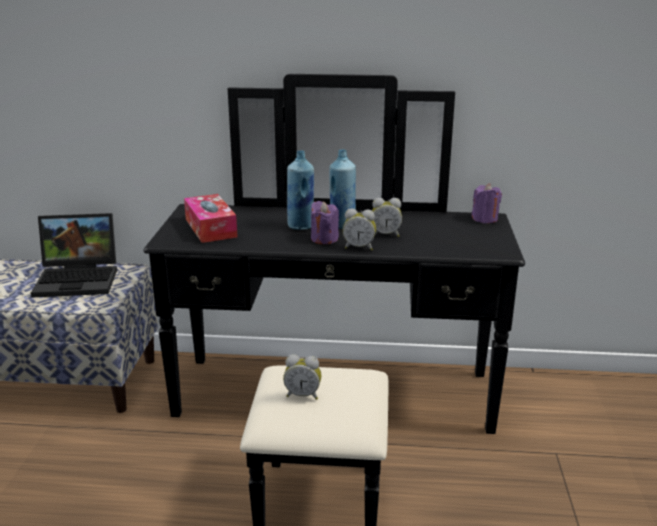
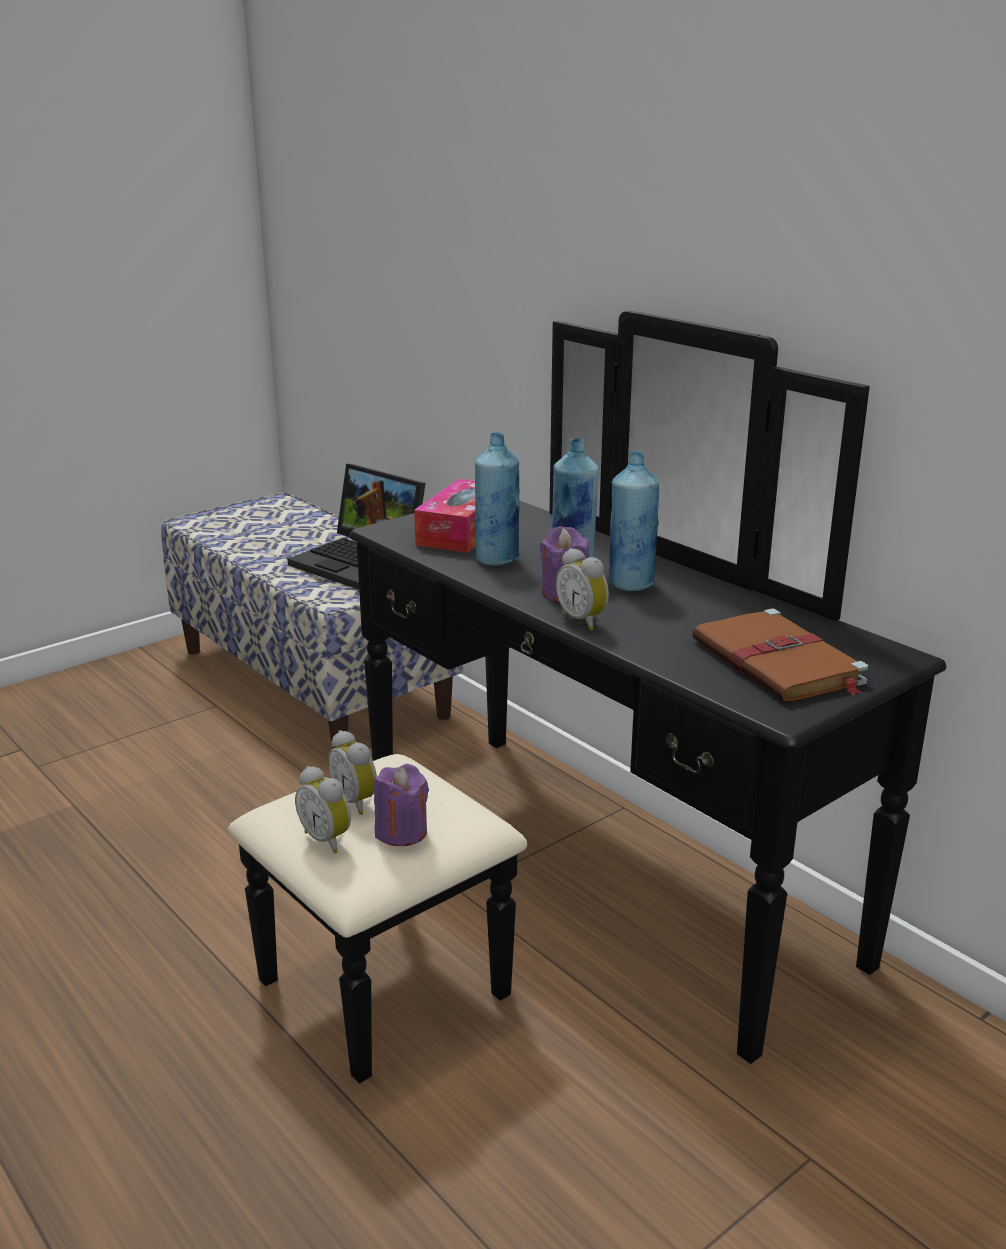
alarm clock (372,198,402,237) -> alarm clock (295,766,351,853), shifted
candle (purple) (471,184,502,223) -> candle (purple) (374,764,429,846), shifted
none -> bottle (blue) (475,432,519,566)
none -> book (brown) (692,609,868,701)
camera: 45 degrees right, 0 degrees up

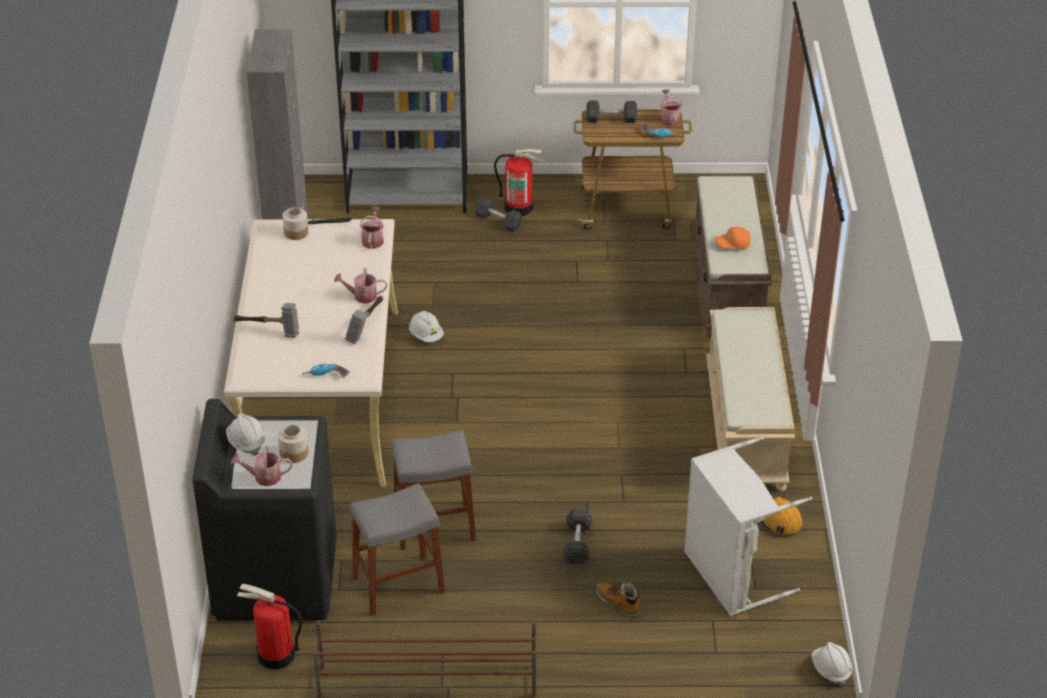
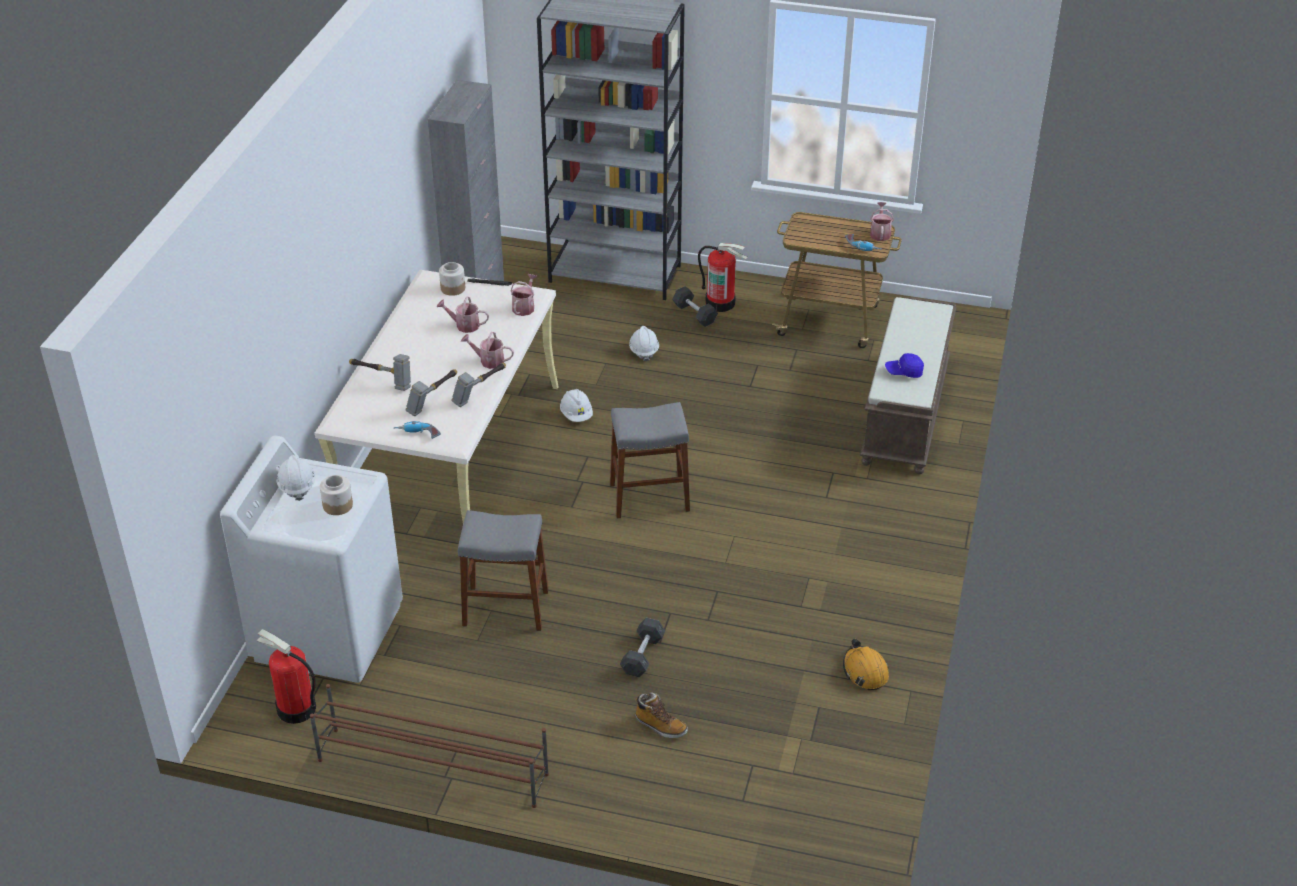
washing machine (black) (192,399,337,621) -> washing machine (white) (220,435,403,683)
watering can (231,446,292,486) -> watering can (437,296,489,333), shifted
stool (grey) (350,483,445,615) -> stool (grey) (610,402,690,518), shifted
dumbbell (grey) (586,100,637,123) -> none
boot (596,582,640,617) -> boot (635,692,688,738), 150 degrees clockwise
laundry basket (grey) (684,437,812,616) -> none
bench (beige) (706,307,795,492) -> none
cap (orange) (715,227,751,249) -> cap (blue) (885,353,924,378)
hard hat (white) (811,642,852,686) -> hard hat (white) (629,326,659,362), shifted
none -> hammer (406,369,457,416)
camera: 15 degrees right, 0 degrees up

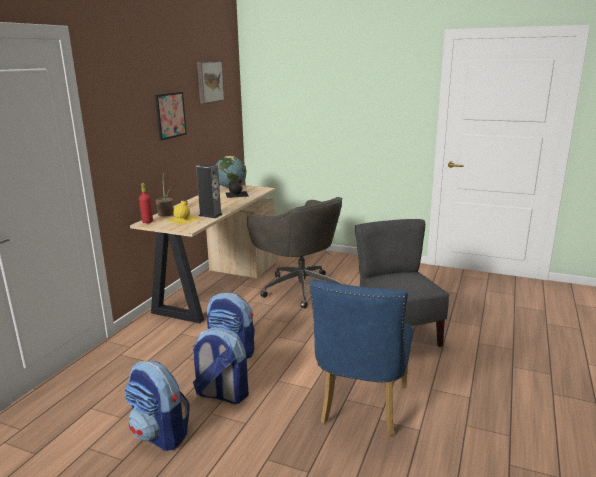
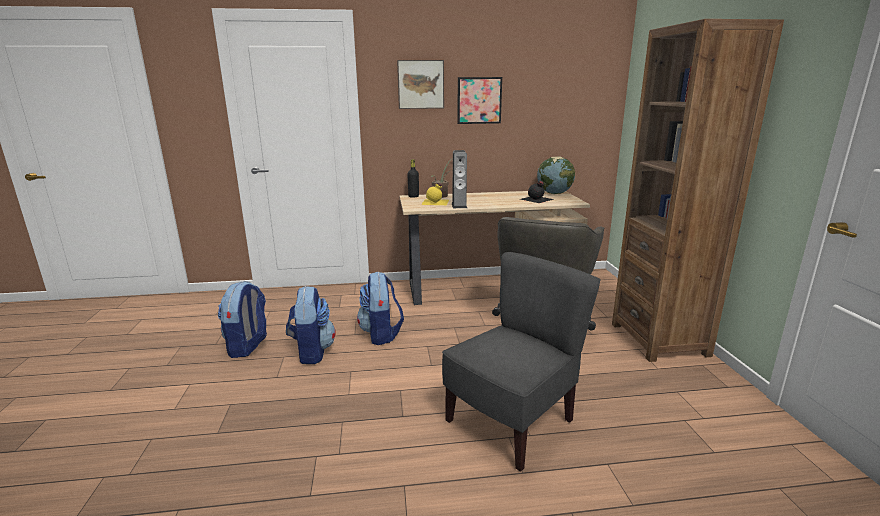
bottle (red) (139,183,153,223) -> bottle (black) (407,159,419,198)
picture (197,61,224,104) -> picture (397,60,444,109), shifted
chair (blue) (310,279,413,436) -> none
none -> bookcase (brown) (612,19,784,362)
camera: 60 degrees right, 0 degrees up

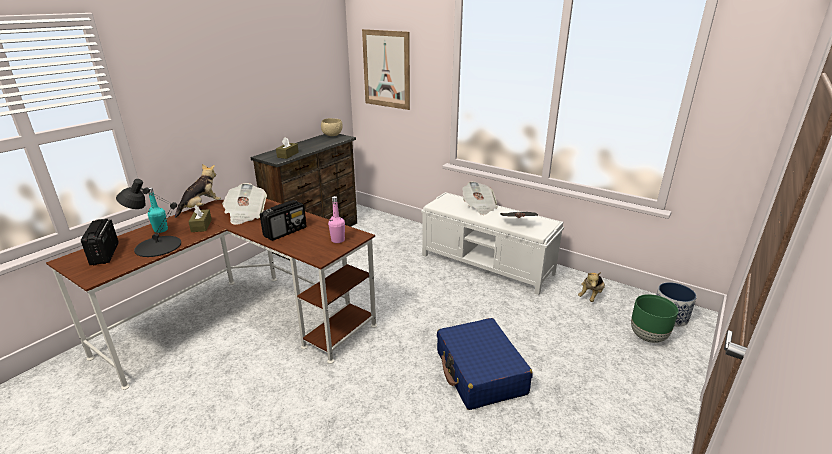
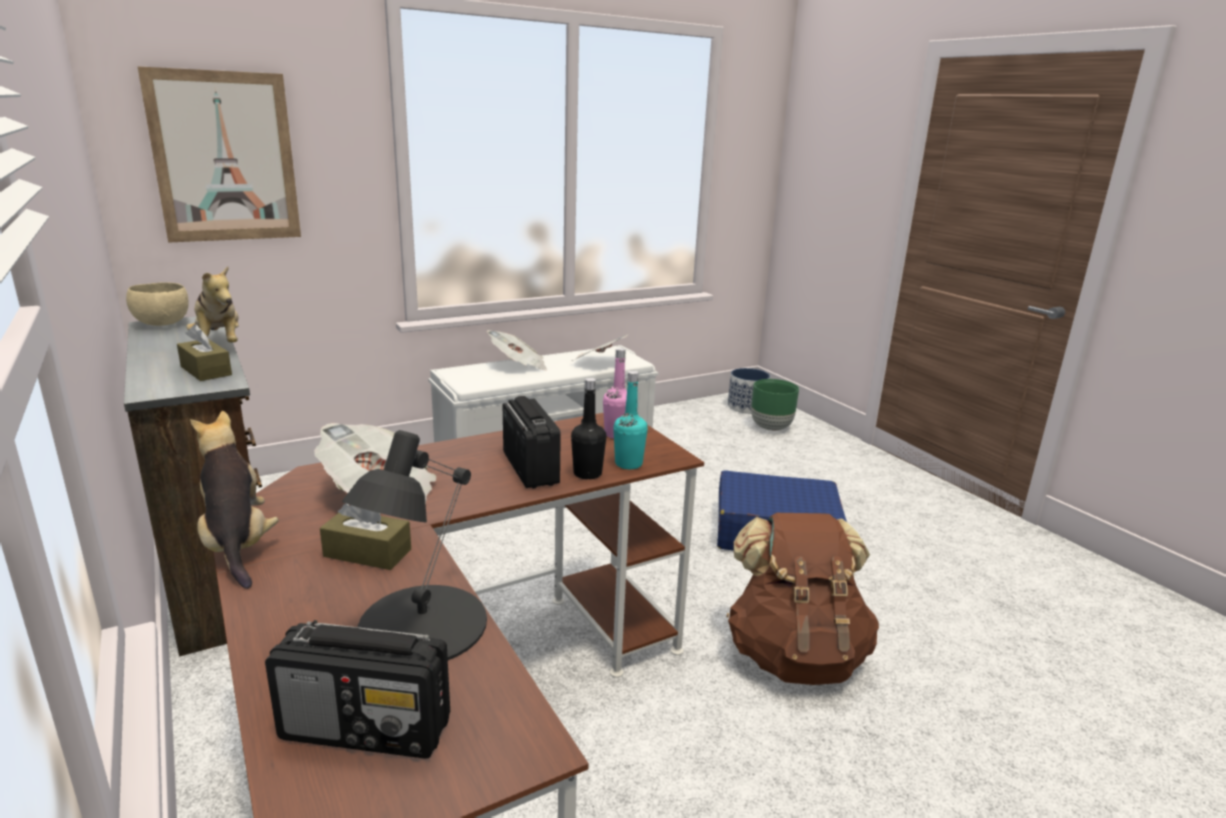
bottle (turquoise) (148,188,168,233) -> bottle (turquoise) (613,371,648,469), shifted
plush toy (578,272,605,302) -> plush toy (186,266,239,342), shifted
none -> bottle (black) (571,378,606,479)
none -> backpack (brown) (726,513,879,685)
camera: 65 degrees left, 5 degrees down

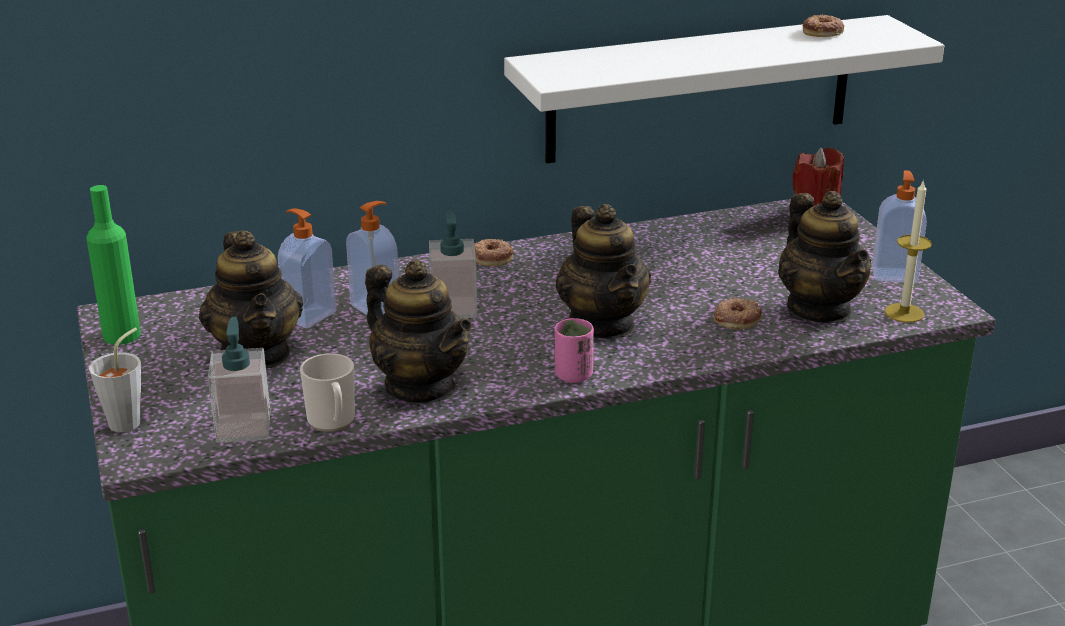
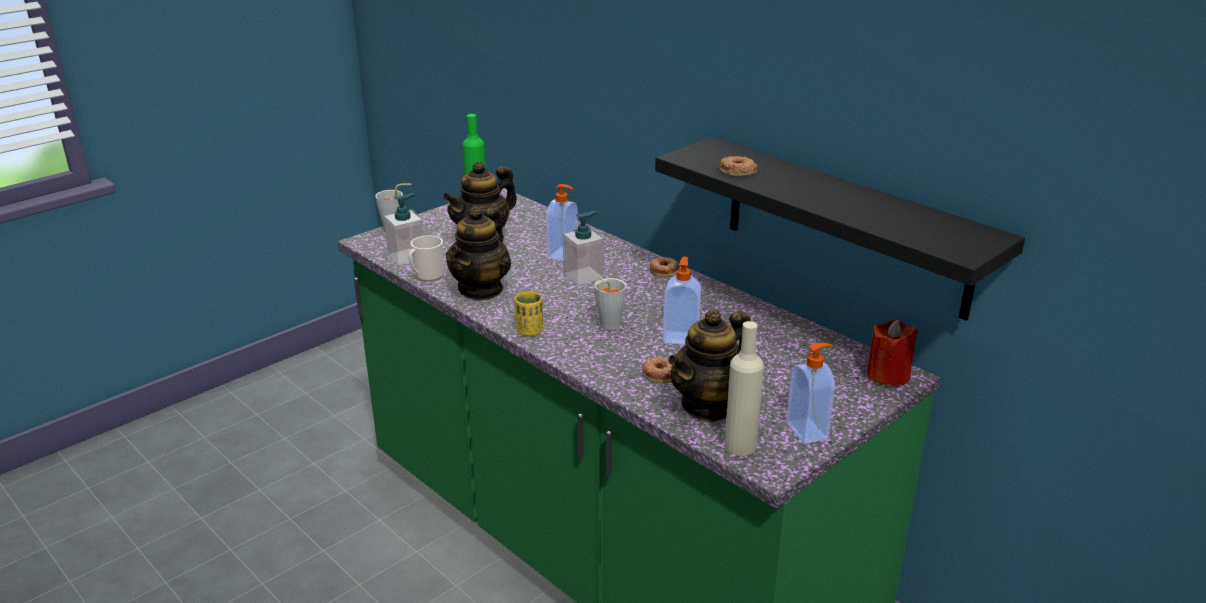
soap dispenser (278,208,336,328) -> soap dispenser (663,256,701,345), shifted
shelf (white) (504,15,944,163) -> shelf (black) (655,137,1025,321)
cup (pink) (554,318,594,383) -> cup (yellow) (515,292,543,337)
teapot (556,204,651,339) -> cup (grey) (594,278,626,330)
donut (803,15,844,37) -> donut (719,156,757,176), shifted
candle (885,179,932,323) -> bottle (beige) (725,321,764,456)
camera: 65 degrees right, 0 degrees up

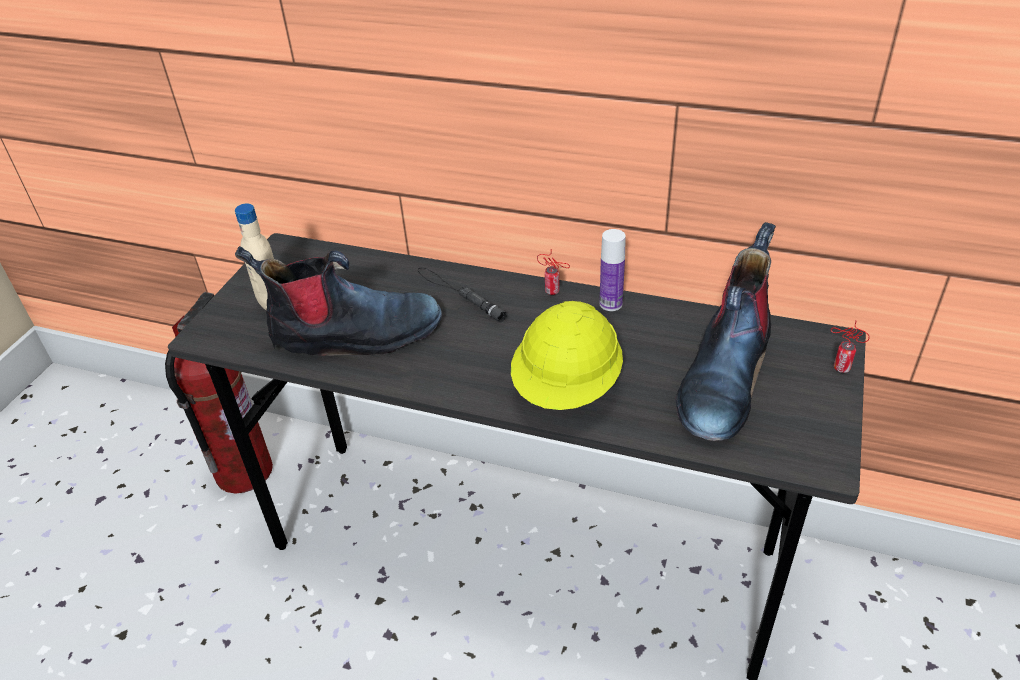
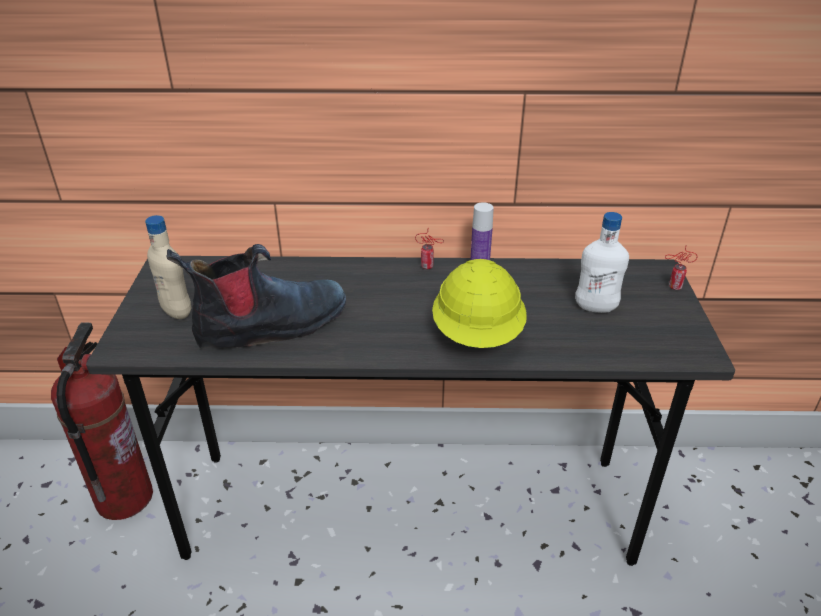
flashlight (black) (418,268,507,322) -> none
boot (675,222,776,441) -> bottle (white) (575,212,629,313)
camera: 20 degrees left, 5 degrees down

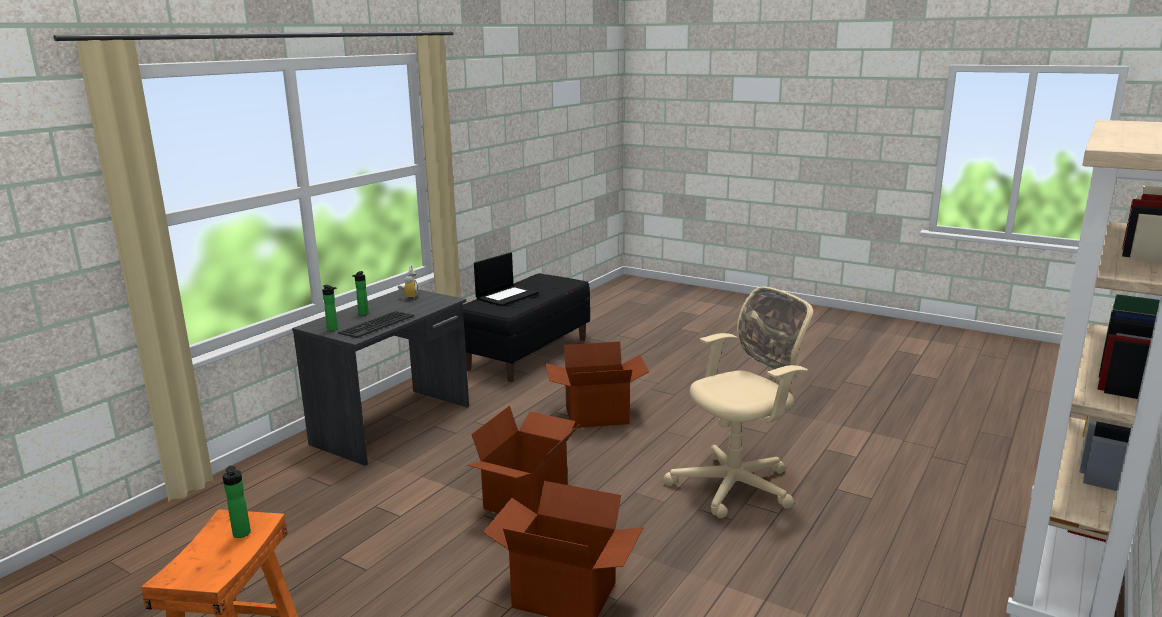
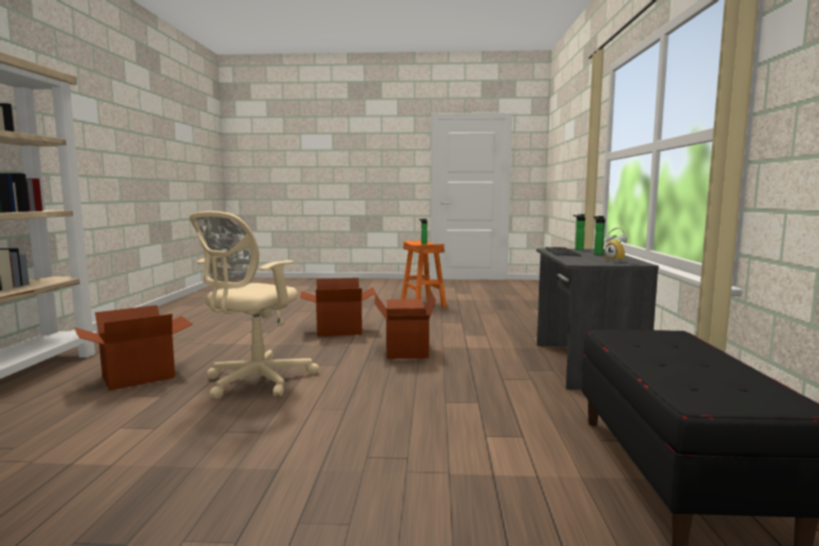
laptop (474,252,539,306) -> none
cardboard box (545,342,649,428) -> cardboard box (74,305,193,391), shifted
camera: 150 degrees right, 10 degrees down

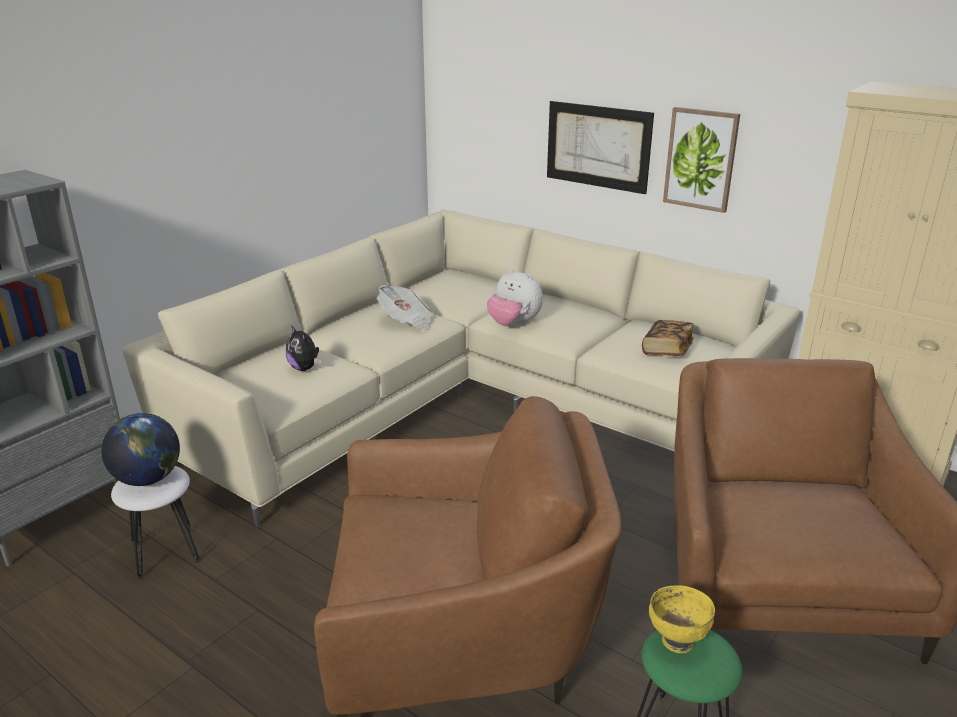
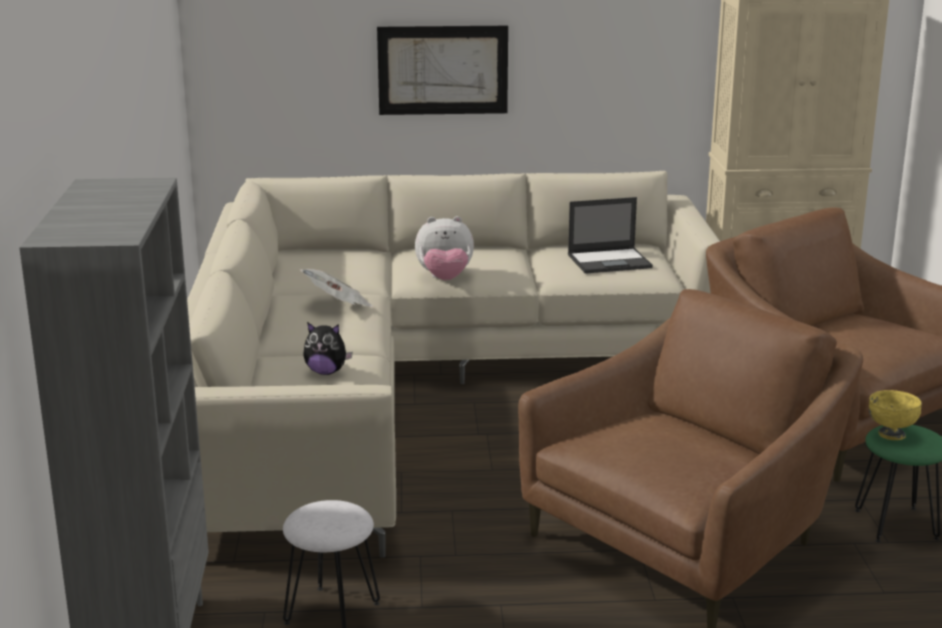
globe (101,413,180,486) -> none
book (642,320,694,356) -> laptop (568,197,653,274)
picture (663,107,740,213) -> none
camera: 40 degrees left, 5 degrees down

